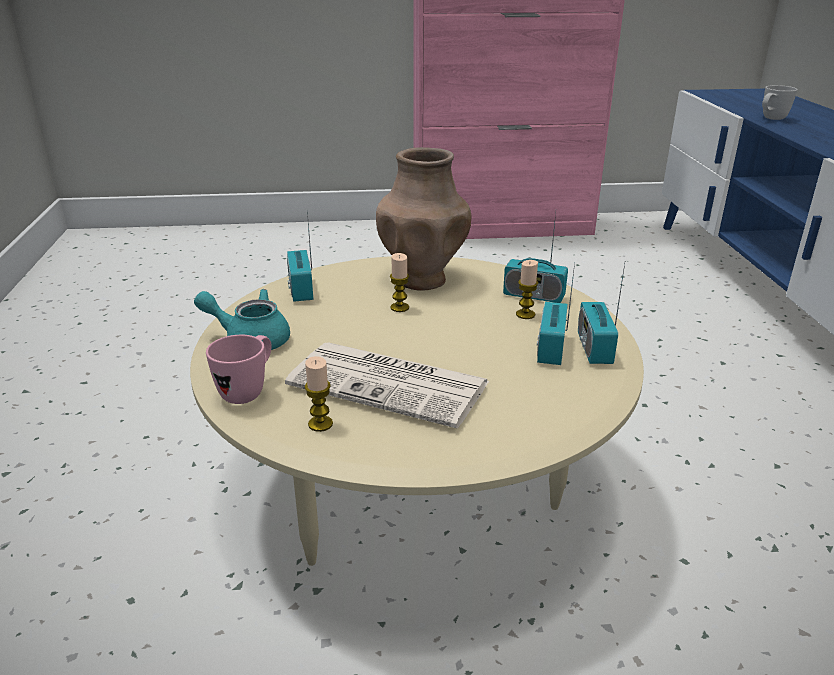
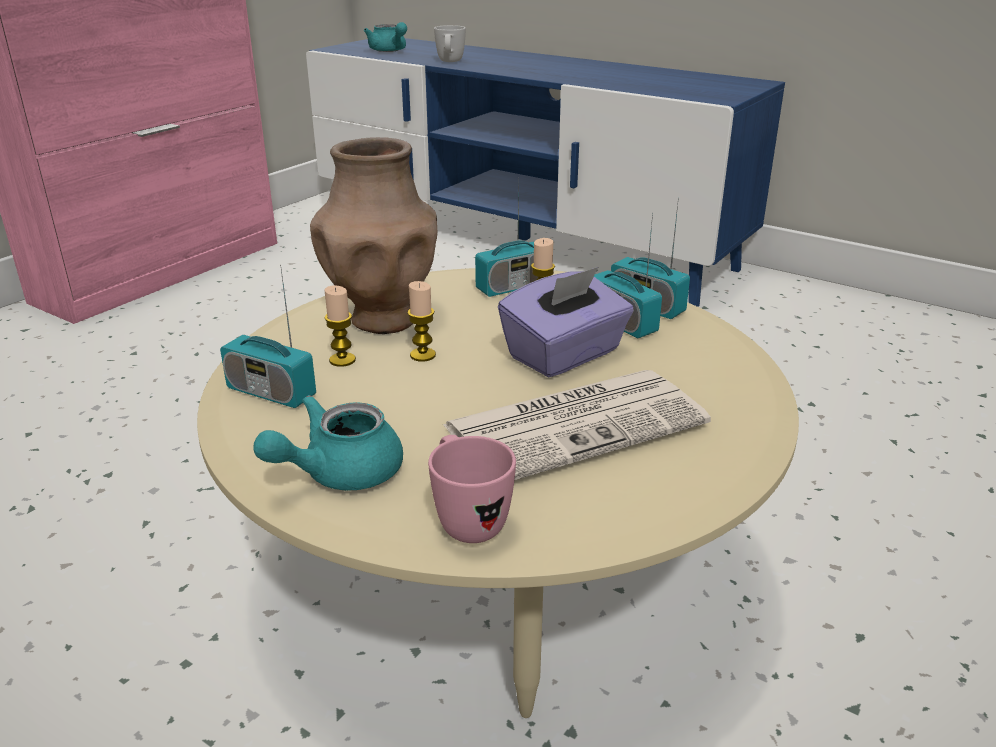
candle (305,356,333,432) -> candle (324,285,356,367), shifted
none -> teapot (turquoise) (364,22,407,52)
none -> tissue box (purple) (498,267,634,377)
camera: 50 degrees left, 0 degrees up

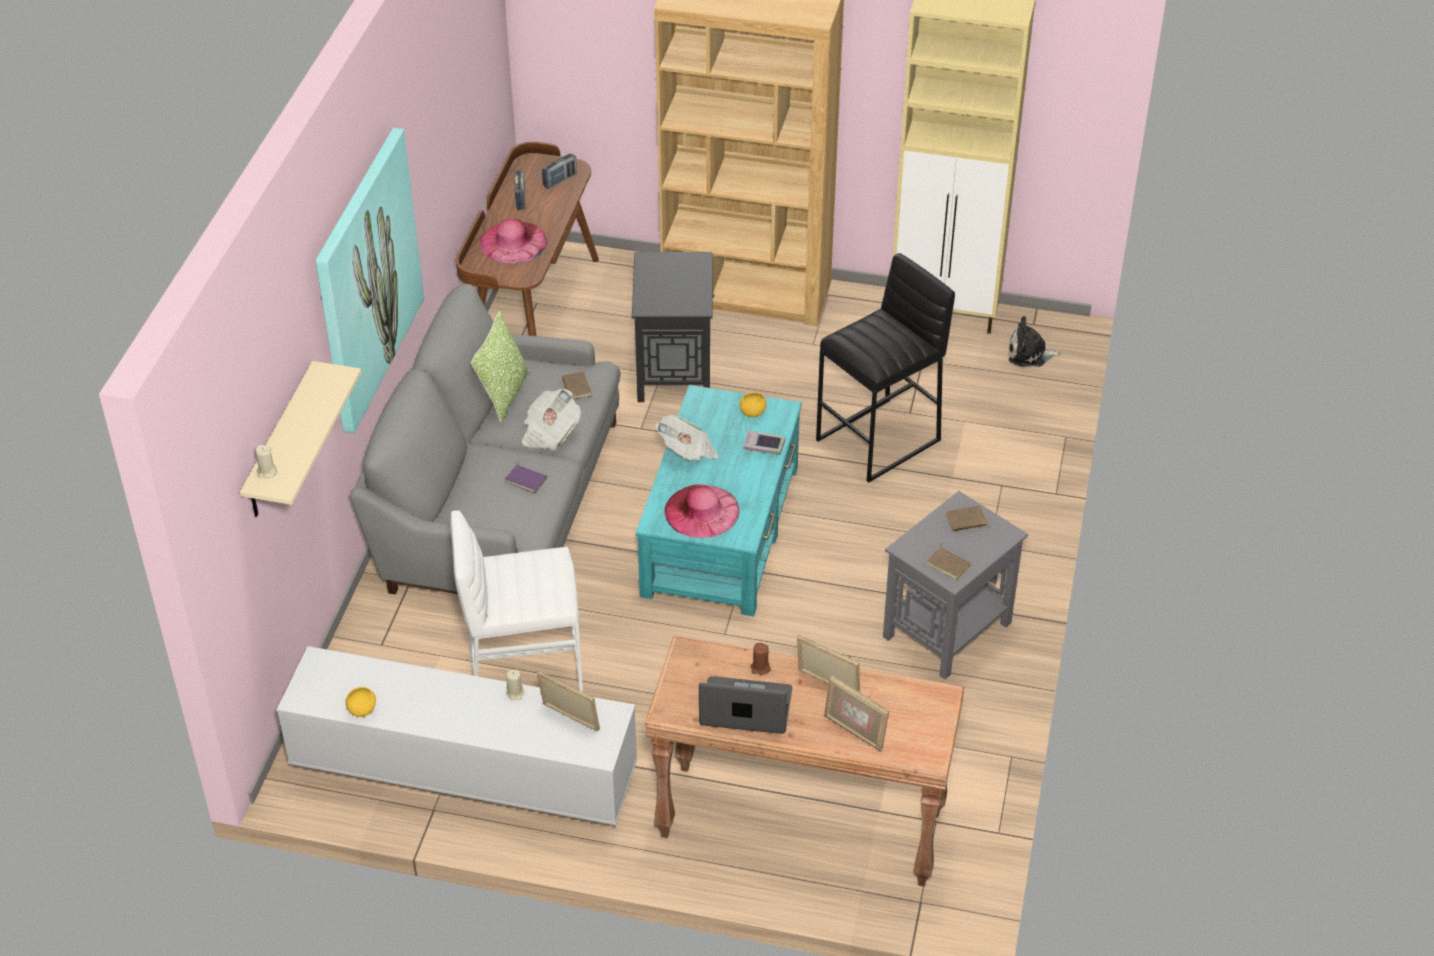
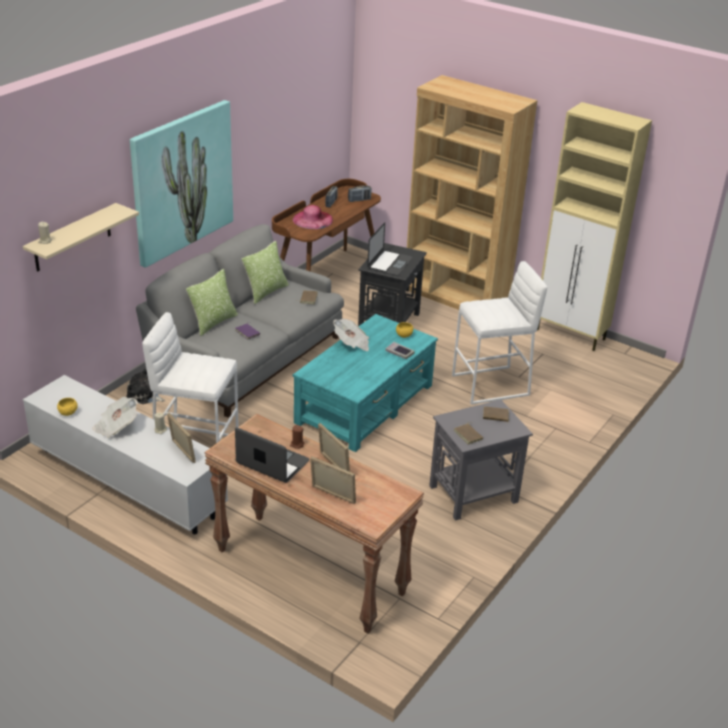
newspaper (522,389,581,450) -> newspaper (93,397,138,438), shifted
hat (pink) (665,484,739,538) -> none
stool (black) (816,253,955,483) -> stool (white) (452,261,547,405)
picture frame (824,676,889,752) -> picture frame (310,456,356,504), 150 degrees clockwise
plush toy (1009,316,1061,367) -> plush toy (126,368,165,404), shifted
none -> pillow (186,269,238,336)
none -> laptop (367,222,412,275)
camera: 20 degrees right, 10 degrees down

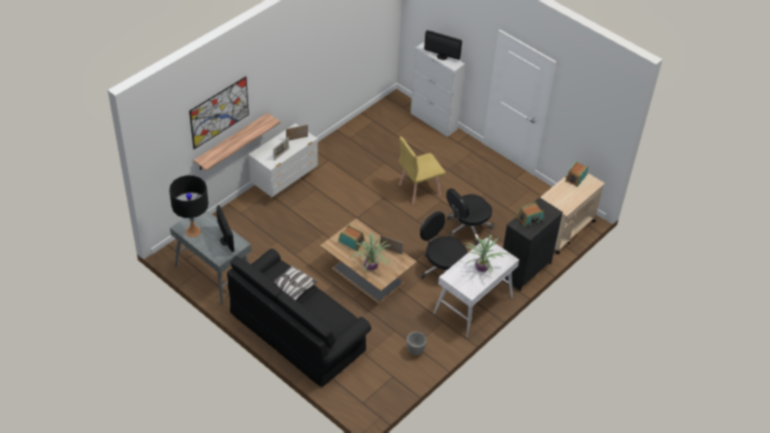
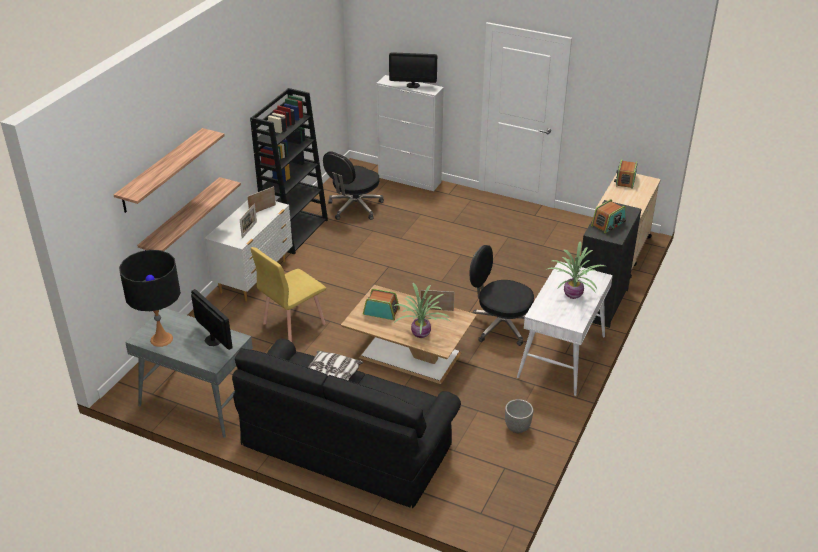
picture (189,76,249,149) -> shelf (114,128,225,213)
chair (yellow) (399,137,446,205) -> chair (yellow) (251,247,326,342), shifted
office chair (black) (446,188,494,246) -> office chair (black) (323,151,384,220), shifted
none -> bookcase (black) (250,88,328,254)
camera: 15 degrees left, 10 degrees down

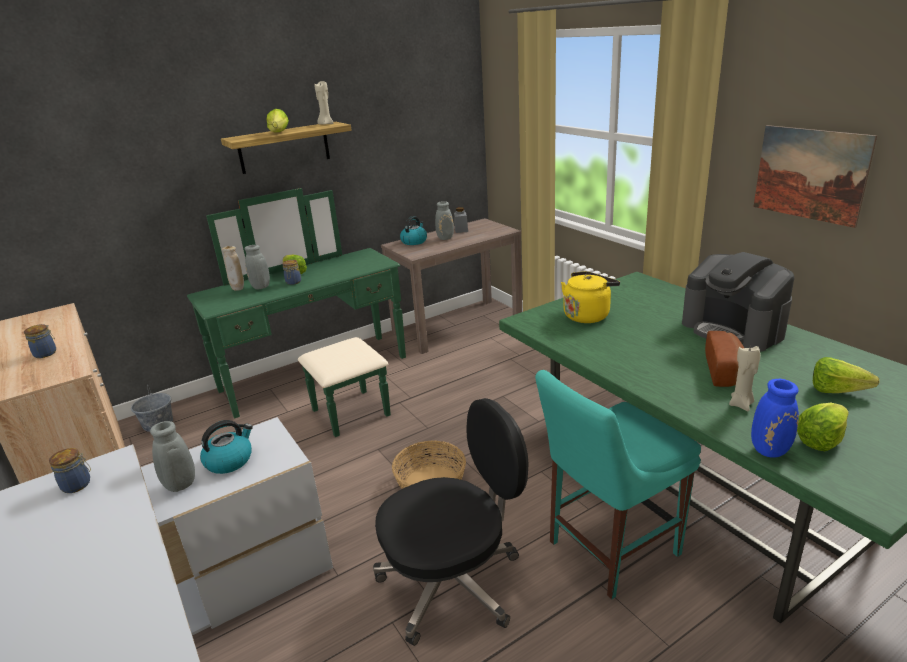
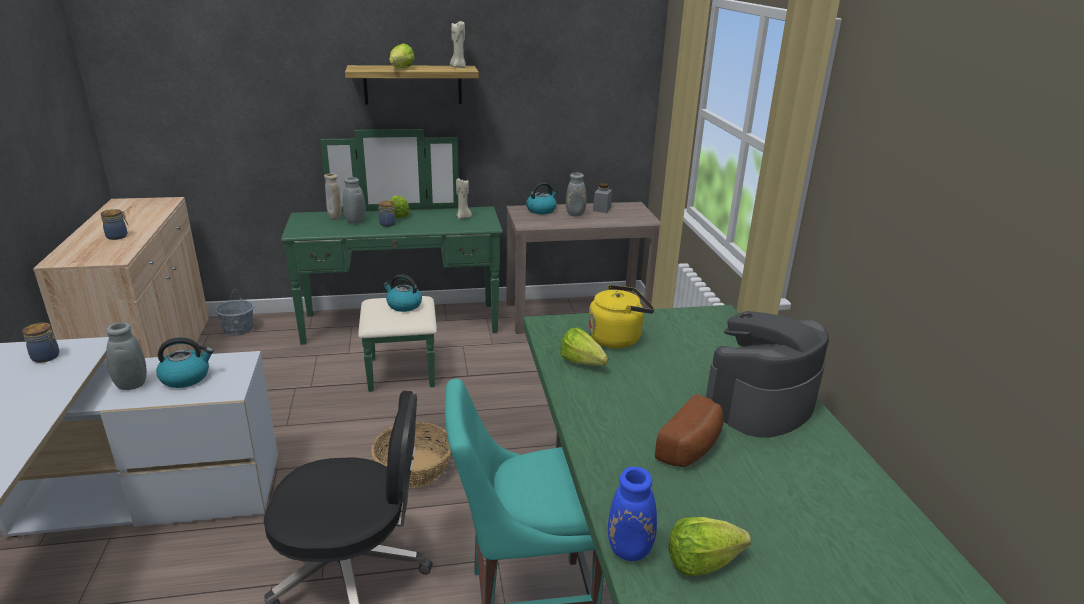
coffee machine (682,252,794,352) -> coffee machine (706,311,829,438), 60 degrees clockwise
candle (beige) (729,344,760,411) -> candle (beige) (456,178,472,219), shifted
picture (753,125,877,228) -> none
lettuce (813,357,879,393) -> lettuce (560,327,608,366), shifted
none -> kettle (383,274,422,312)
camera: 20 degrees right, 0 degrees up

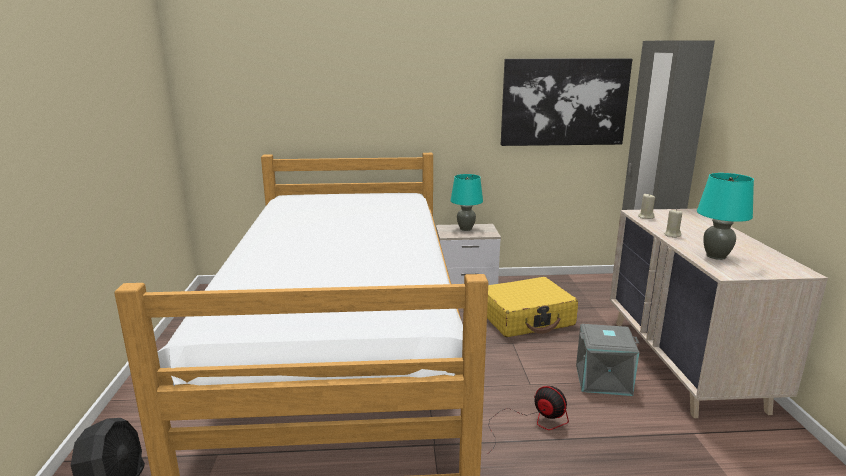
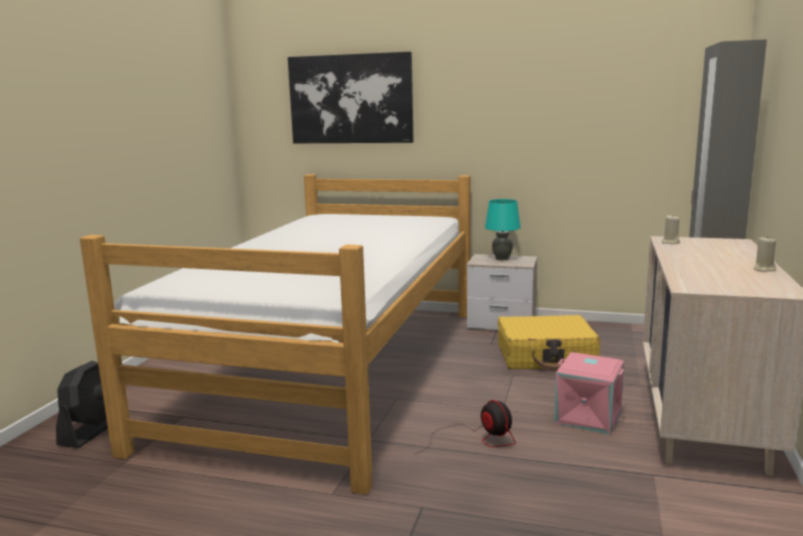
picture (501,58,632,146) -> picture (288,51,414,143), shifted
storage box (grey) (576,324,640,396) -> storage box (pink) (554,352,624,435)
candle (beige) (664,209,682,238) -> candle (beige) (753,238,776,272), shifted
table lamp (turquoise) (697,173,754,260) -> none
camera: 20 degrees right, 5 degrees down

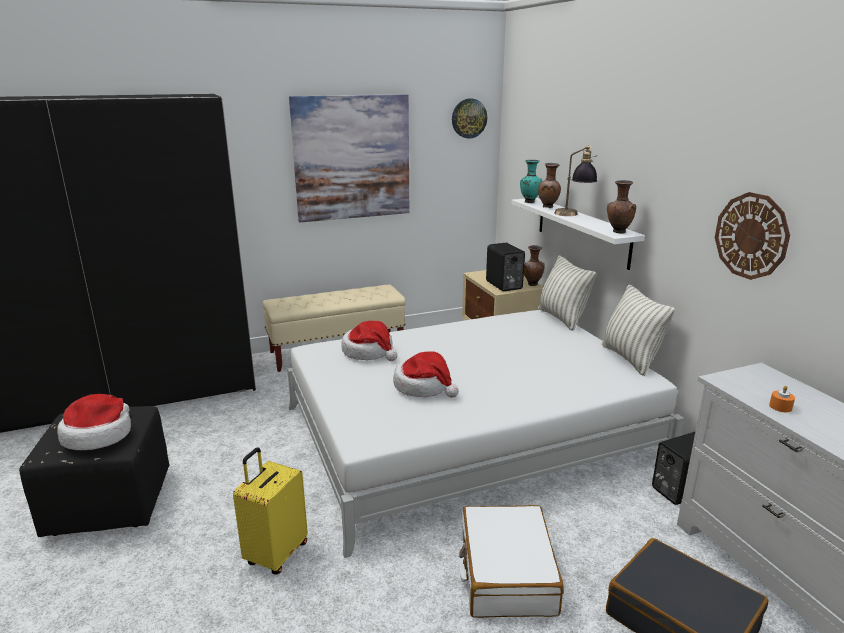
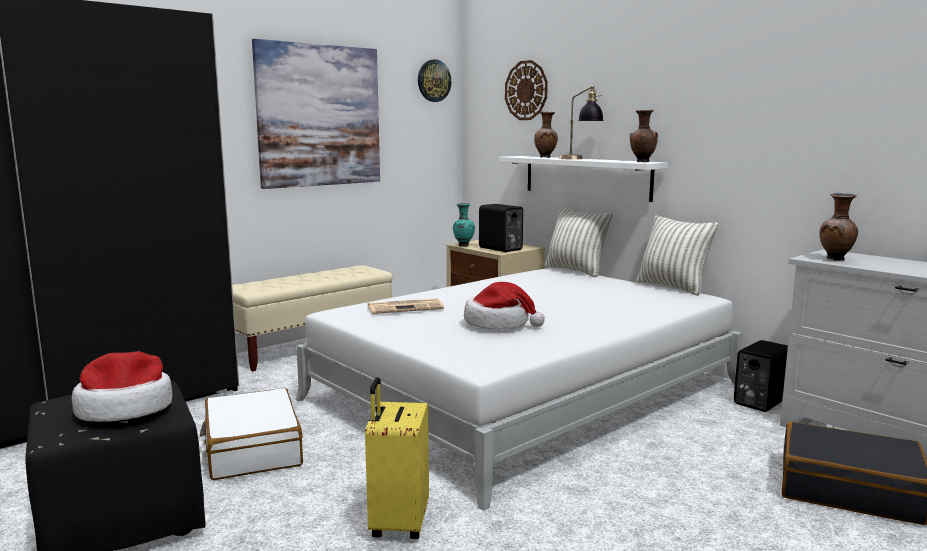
hat (342,321,397,361) -> newspaper (368,298,444,314)
suitcase (white) (459,505,564,618) -> suitcase (white) (200,388,303,480), shifted
vase (turquoise) (520,160,542,203) -> vase (turquoise) (453,203,475,246), shifted
vase (brown) (524,245,545,286) -> vase (brown) (820,193,858,261), shifted
wall clock (715,192,790,280) -> wall clock (505,60,548,120), shifted
candle (orange) (769,386,795,412) -> none
camera: 20 degrees left, 10 degrees down

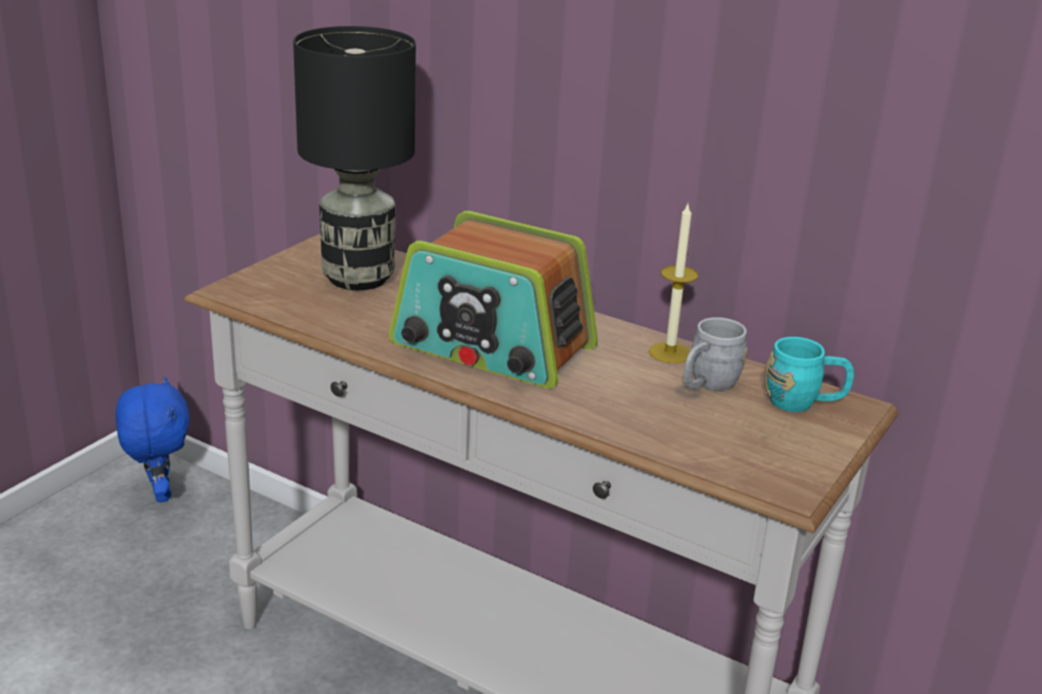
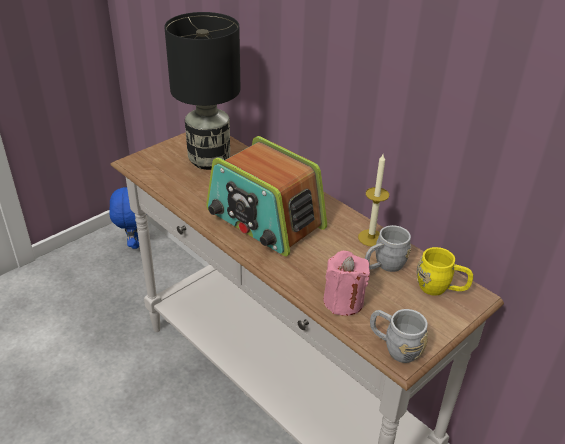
mug (turquoise) (765,337,854,412) -> mug (yellow) (417,247,473,295)
none -> candle (pink) (323,251,370,316)
none -> mug (grey) (370,309,428,363)
camera: 15 degrees right, 10 degrees up

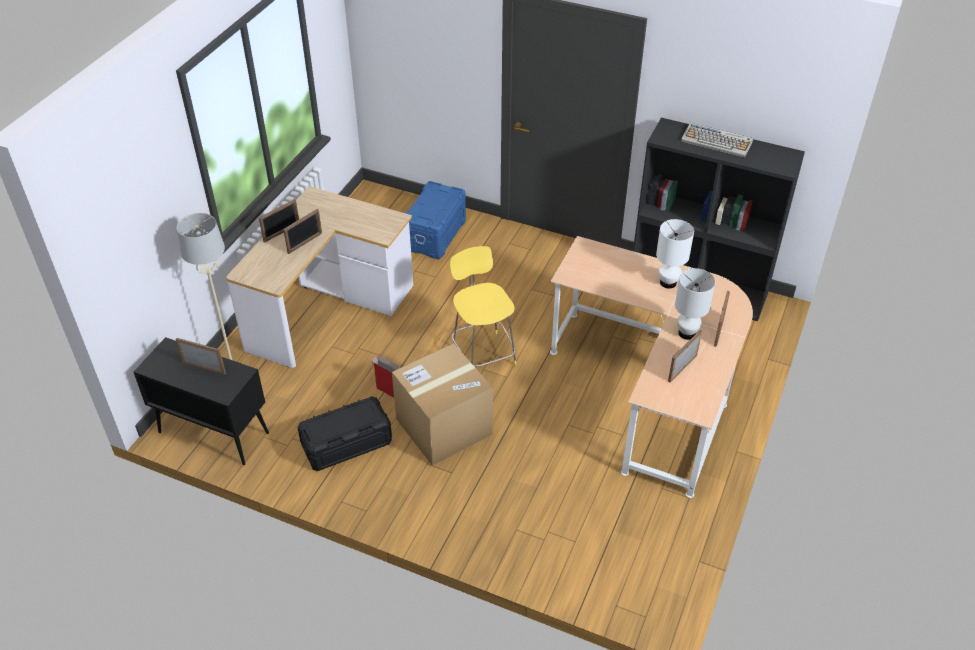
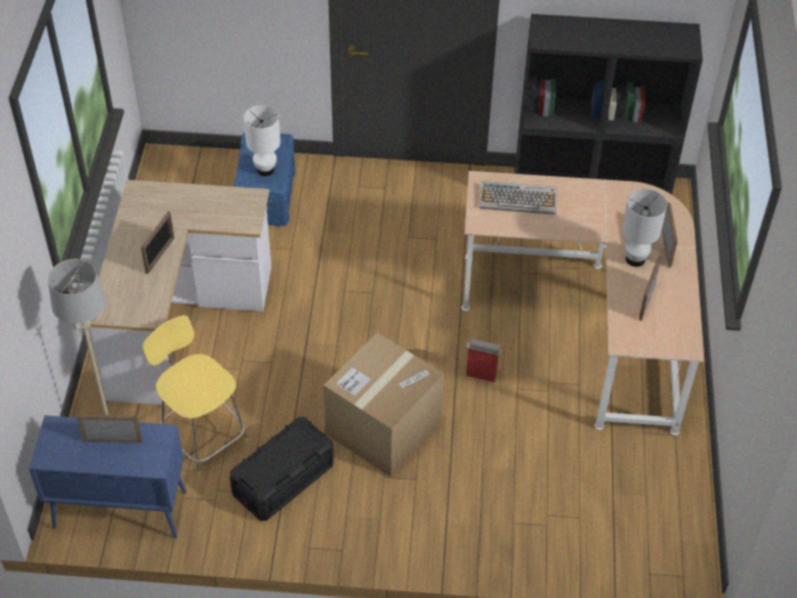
cabinet (black) (134,337,269,465) -> cabinet (blue) (29,415,187,538)
picture frame (259,199,299,243) -> none
cardboard box (372,355,399,398) -> cardboard box (466,339,503,382), shifted
stool (yellow) (450,246,517,367) -> stool (yellow) (143,315,248,477), shifted
table lamp (white) (656,219,694,289) -> table lamp (white) (244,105,280,176), shifted
keyboard (681,123,753,157) -> keyboard (479,181,557,215), shifted
camera: 20 degrees left, 5 degrees up

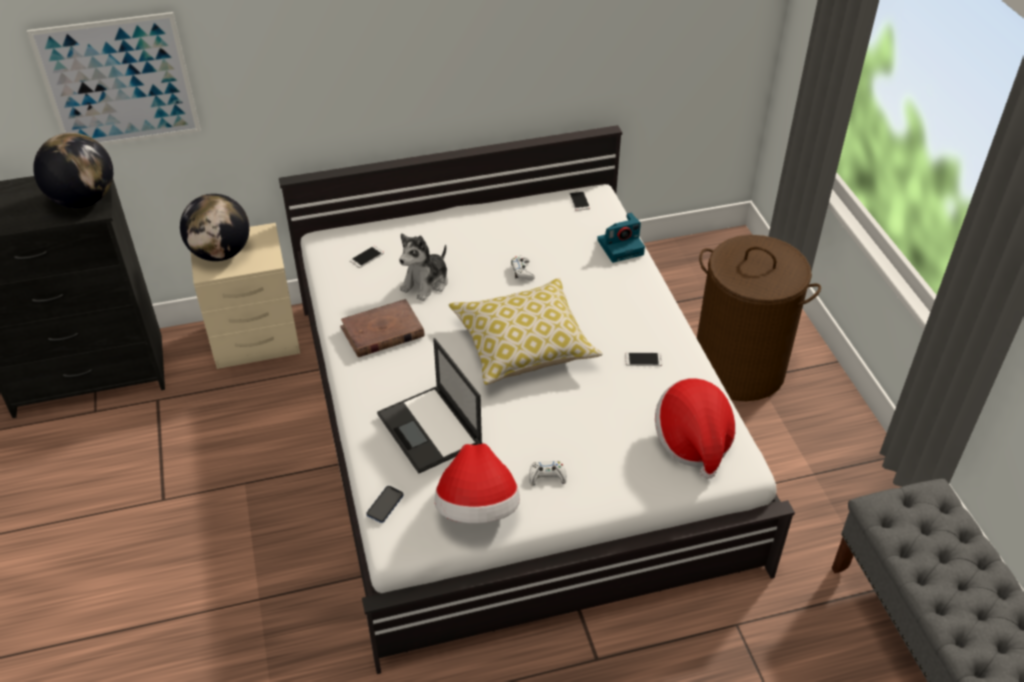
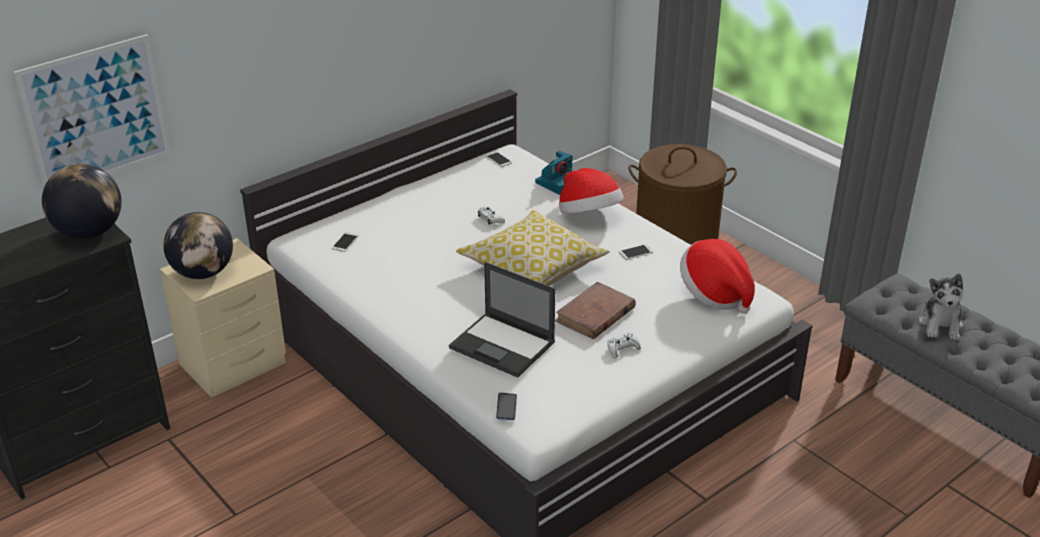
book (brown) (340,299,424,357) -> book (brown) (555,282,636,339), shifted
plush toy (399,234,448,301) -> plush toy (919,273,963,340), shifted
hat (435,444,520,523) -> hat (559,168,624,213), shifted
camera: 25 degrees left, 10 degrees down

